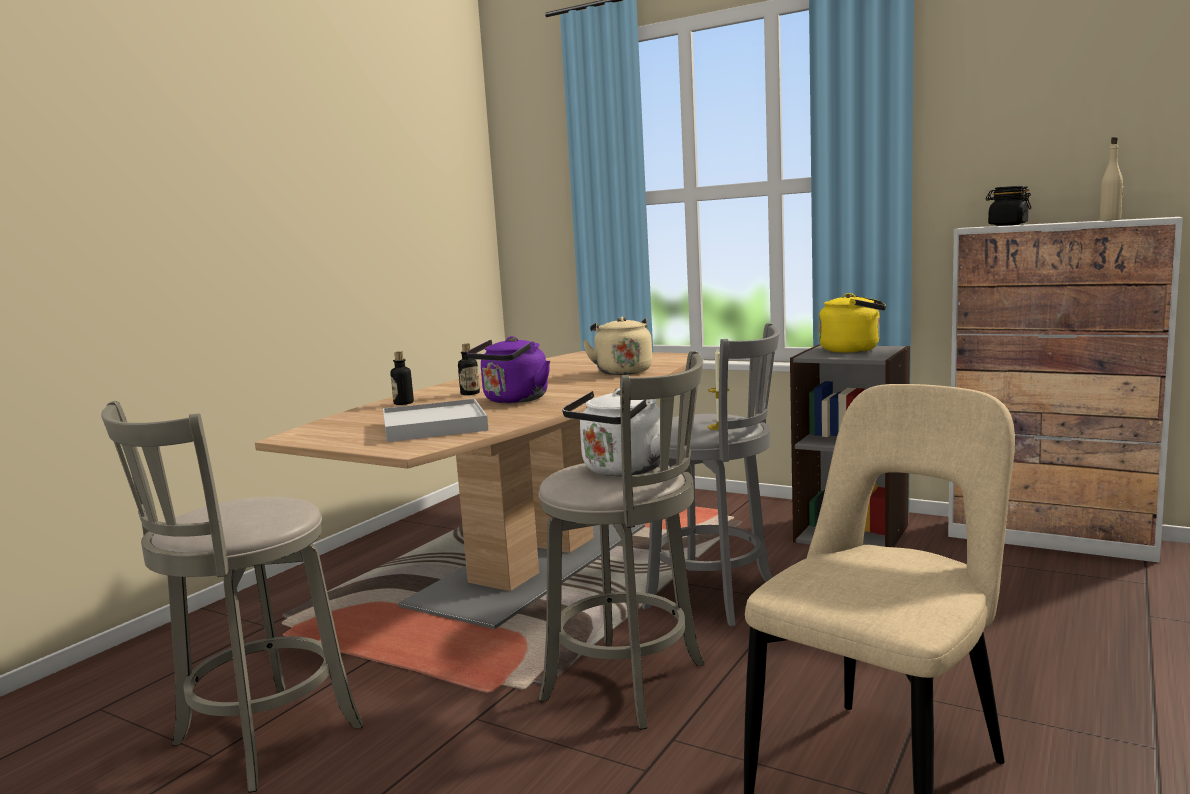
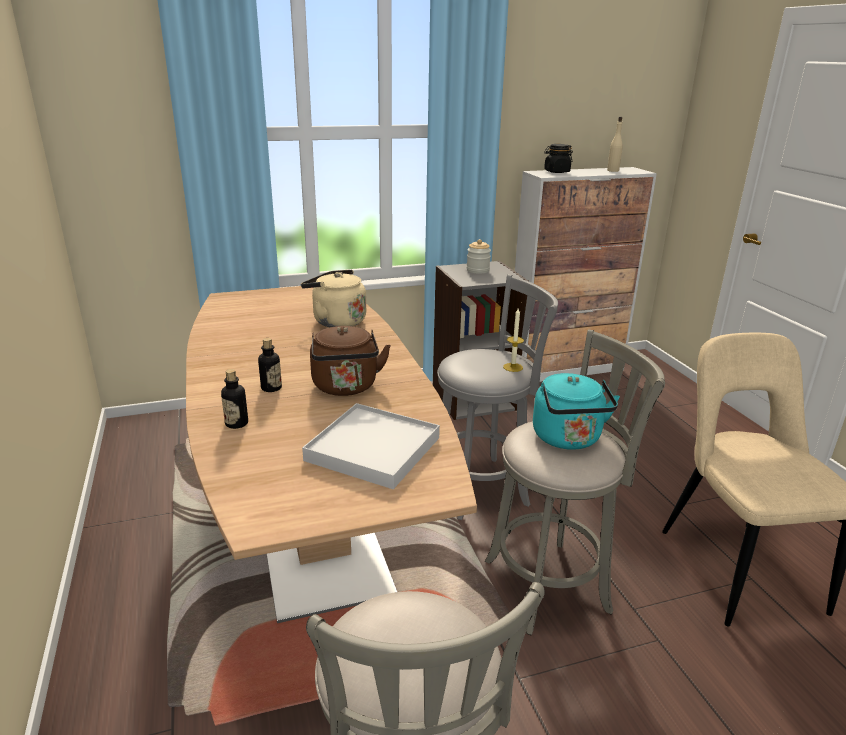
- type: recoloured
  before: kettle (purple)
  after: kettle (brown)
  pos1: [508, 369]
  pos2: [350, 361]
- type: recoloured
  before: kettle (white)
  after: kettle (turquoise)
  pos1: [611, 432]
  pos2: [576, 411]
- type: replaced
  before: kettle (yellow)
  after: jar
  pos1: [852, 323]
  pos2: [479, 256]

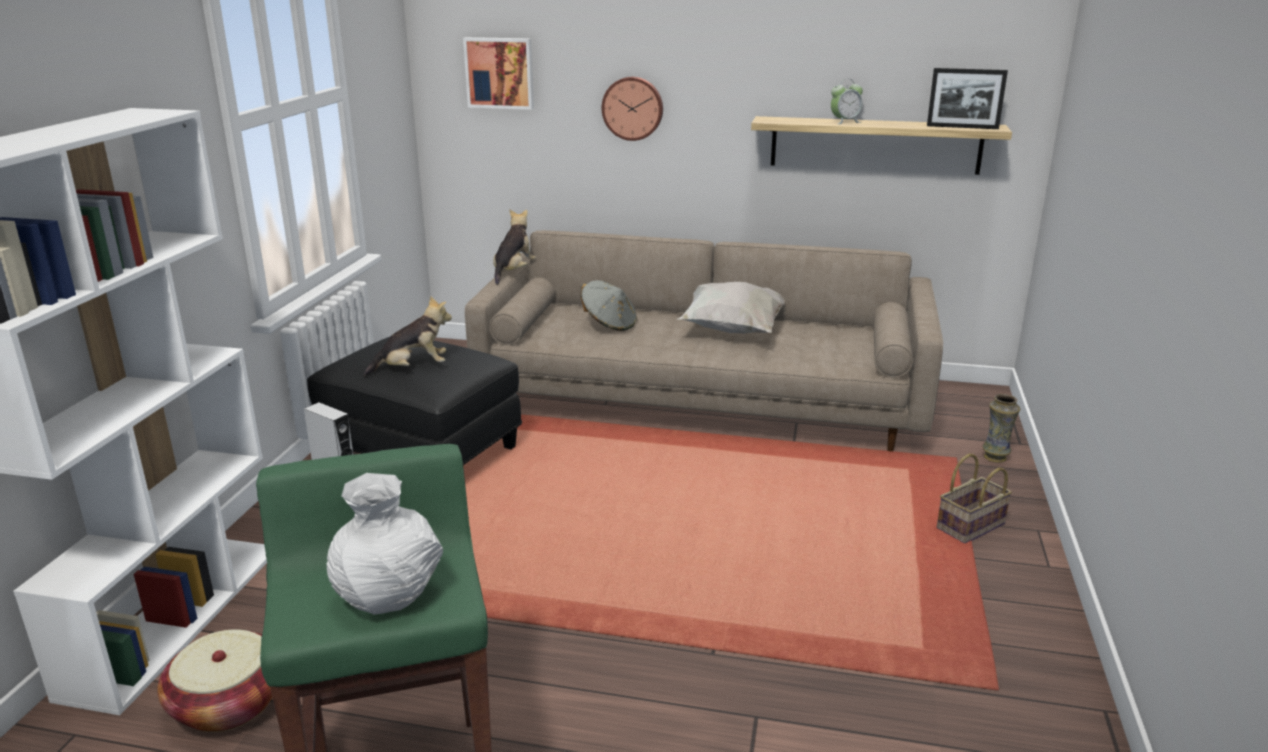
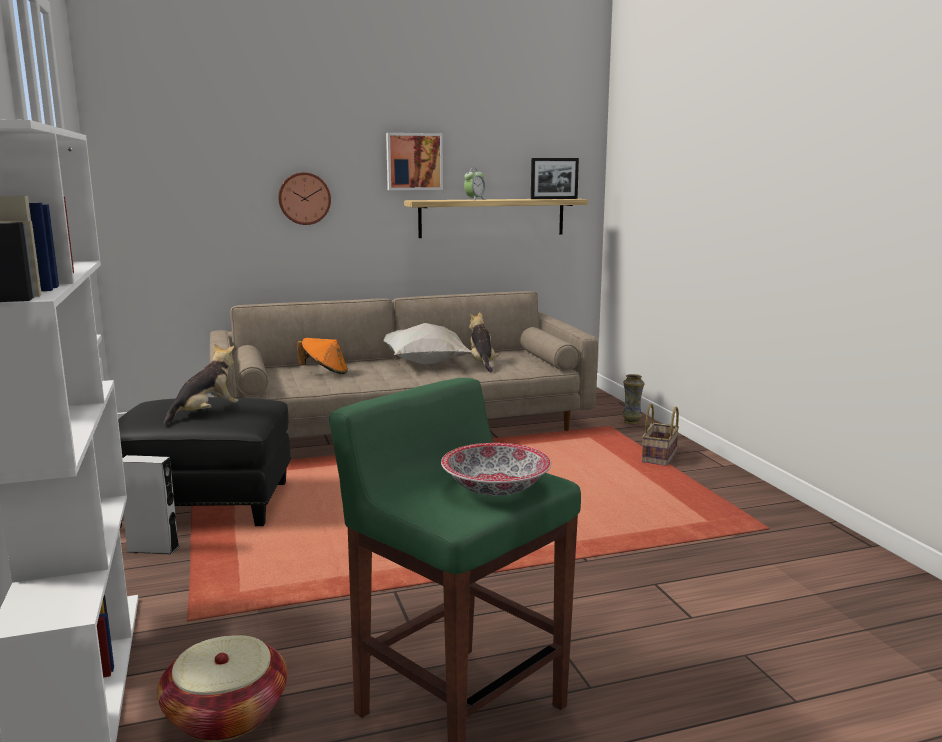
- type: replaced
  before: vase (white)
  after: bowl
  pos1: [385, 544]
  pos2: [496, 469]
- type: moved
  before: picture
  pos1: [498, 73]
  pos2: [414, 161]
- type: moved
  before: plush toy
  pos1: [514, 247]
  pos2: [484, 342]
- type: recoloured
  before: hat (grey)
  after: hat (orange)
  pos1: [609, 305]
  pos2: [322, 356]

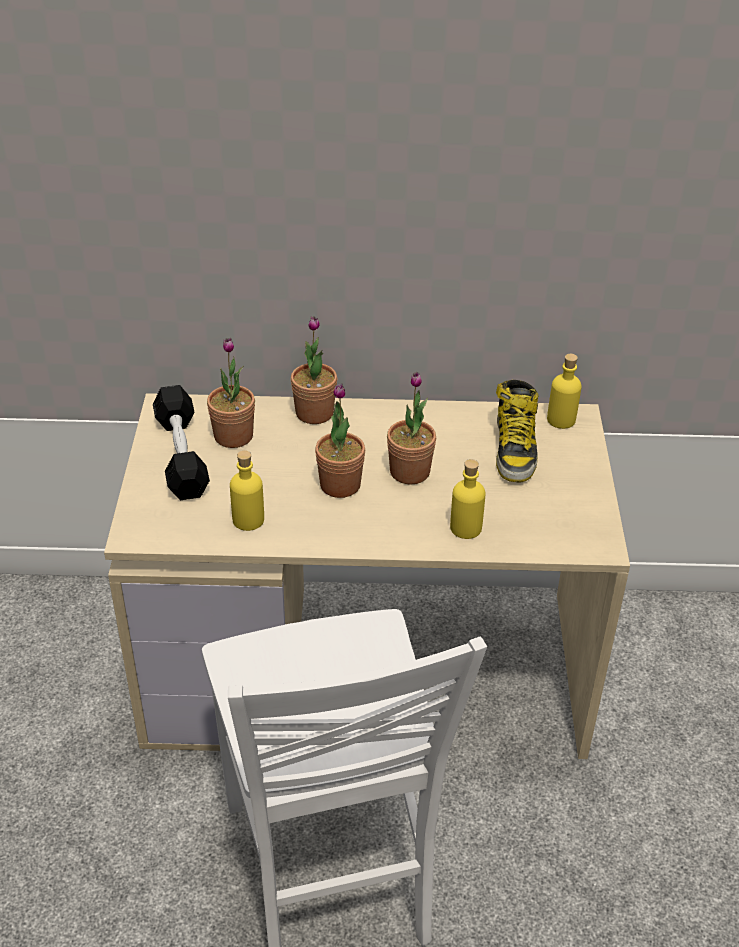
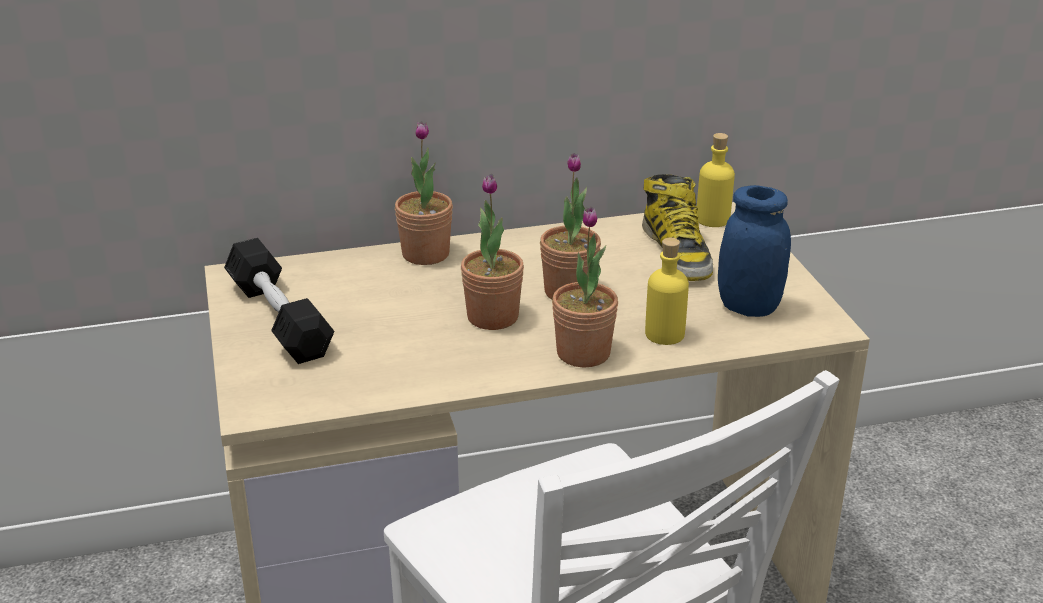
- type: moved
  before: potted plant
  pos1: [231, 393]
  pos2: [585, 287]
- type: removed
  before: bottle (yellow)
  pos1: [247, 490]
- type: added
  after: jar (blue)
  pos2: [754, 251]

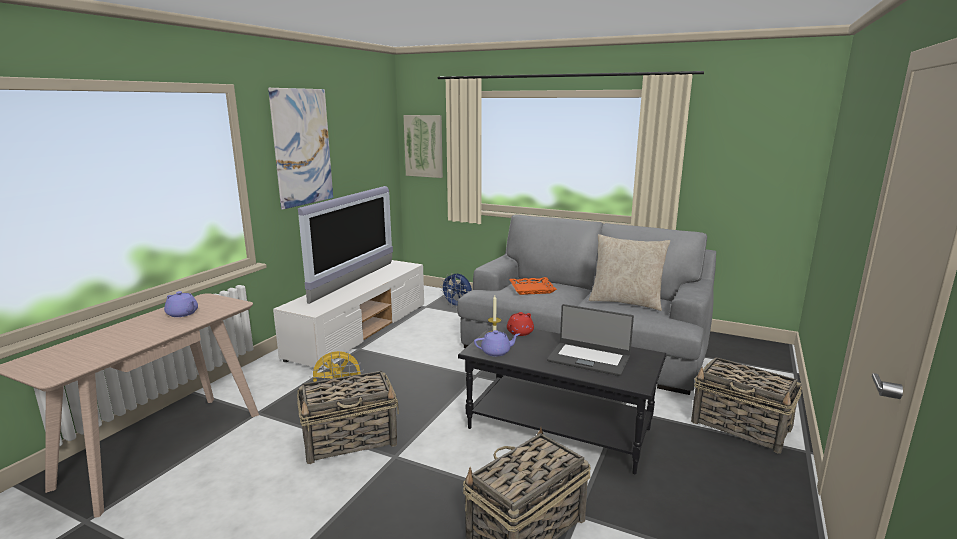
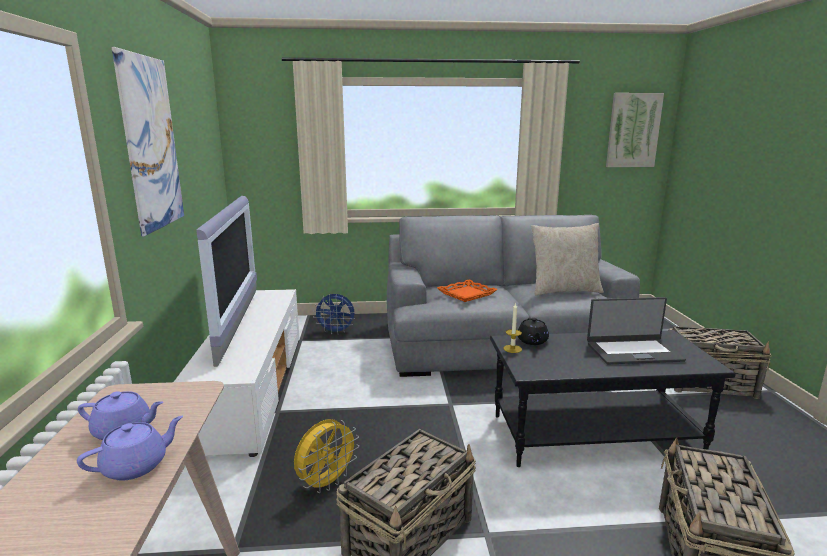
- type: moved
  before: picture
  pos1: [423, 146]
  pos2: [635, 130]
- type: moved
  before: teapot (purple)
  pos1: [497, 343]
  pos2: [130, 448]
- type: recoloured
  before: teapot (red)
  after: teapot (black)
  pos1: [520, 324]
  pos2: [533, 331]

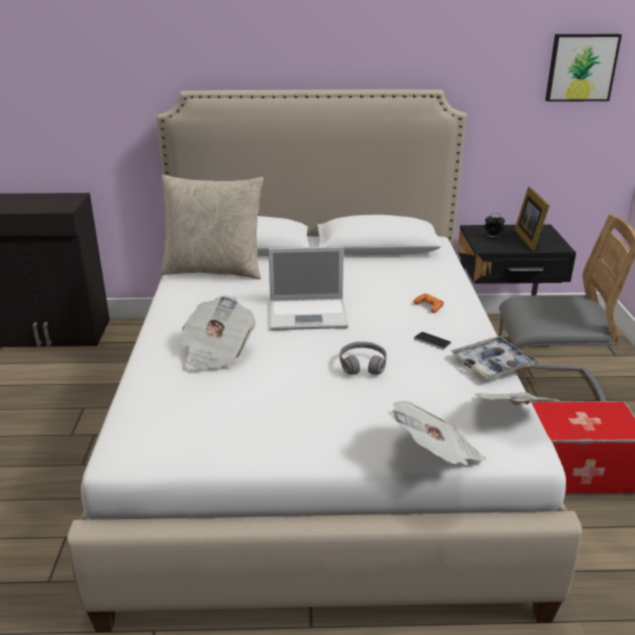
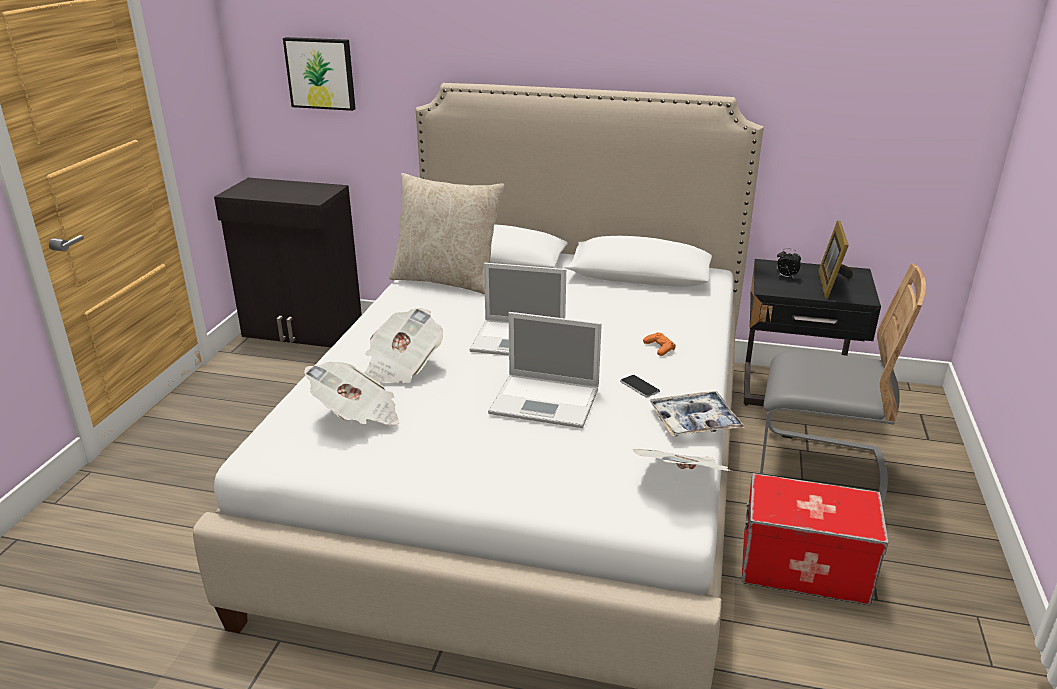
- type: replaced
  before: headphones (grey)
  after: laptop
  pos1: [363, 358]
  pos2: [545, 370]
- type: moved
  before: newspaper
  pos1: [437, 433]
  pos2: [351, 394]
- type: moved
  before: picture
  pos1: [583, 68]
  pos2: [319, 74]

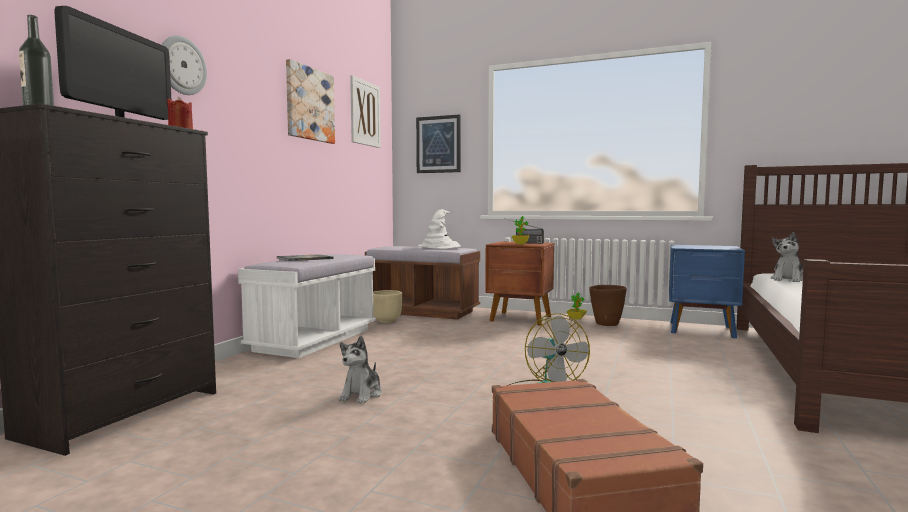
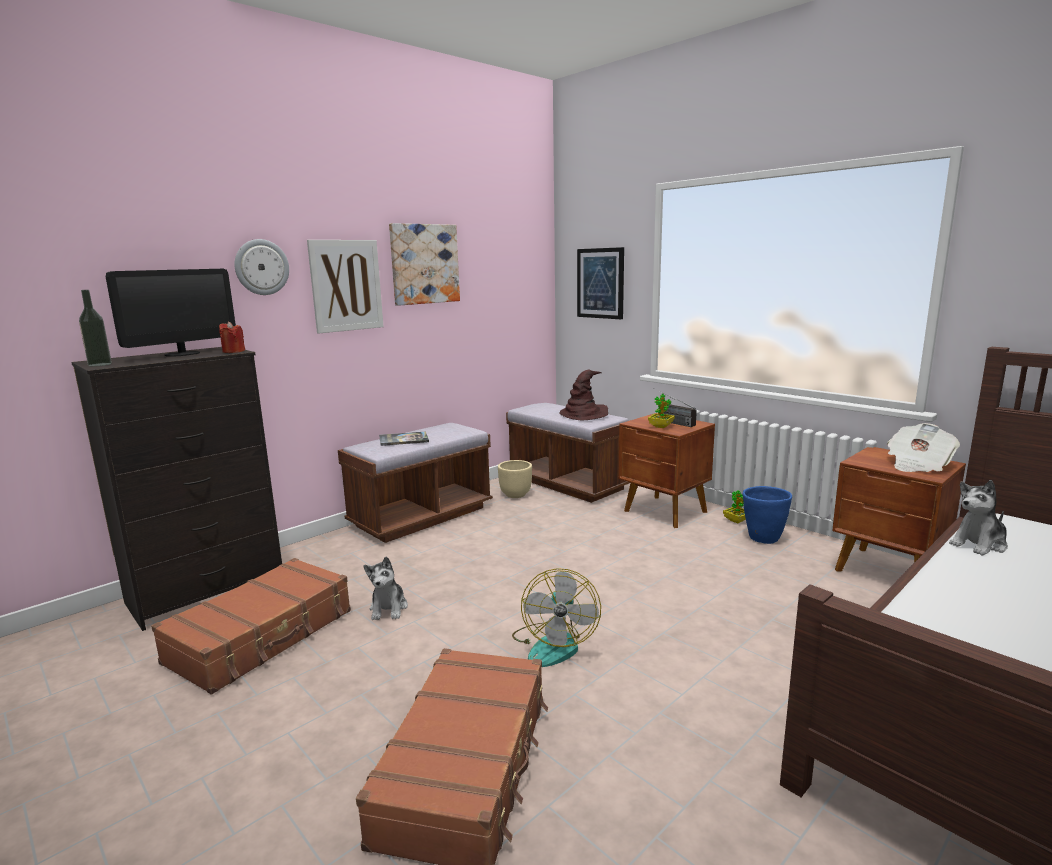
- type: recoloured
  before: bench (white)
  after: bench (brown)
  pos1: [307, 306]
  pos2: [415, 483]
- type: turned
  before: plush toy
  pos1: [360, 370]
  pos2: [386, 588]
  turn: -45
- type: moved
  before: picture
  pos1: [365, 111]
  pos2: [345, 287]
- type: recoloured
  before: hat (white)
  after: hat (brown)
  pos1: [439, 229]
  pos2: [583, 395]
- type: recoloured
  before: planter (brown)
  after: planter (blue)
  pos1: [608, 305]
  pos2: [767, 515]
- type: recoloured
  before: nightstand (blue)
  after: nightstand (brown)
  pos1: [707, 291]
  pos2: [899, 509]
- type: added
  after: suitcase (brown)
  pos2: [251, 626]
- type: added
  after: newspaper
  pos2: [923, 447]

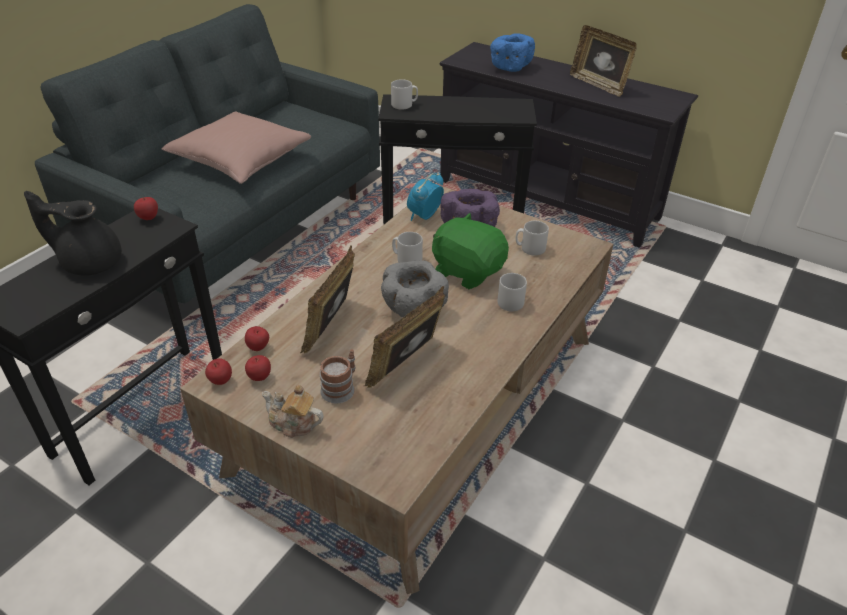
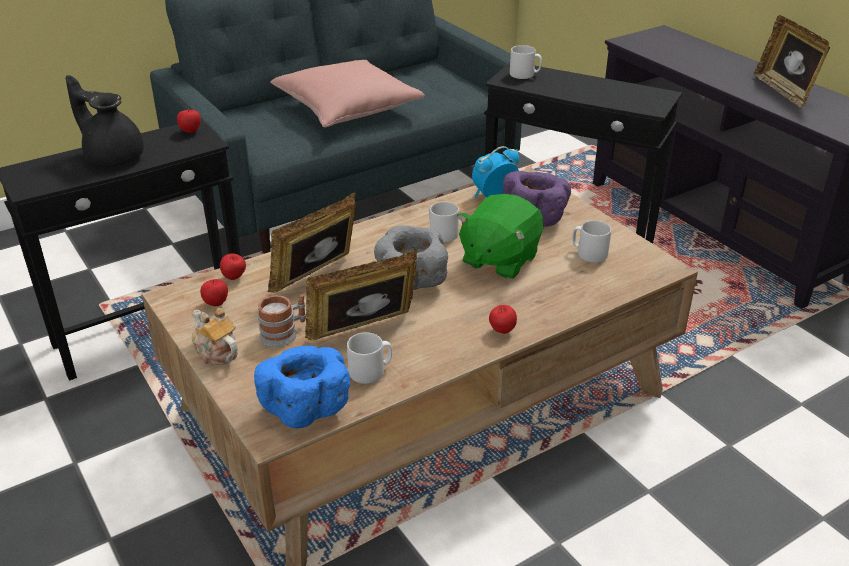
- type: moved
  before: apple
  pos1: [218, 372]
  pos2: [503, 319]
- type: turned
  before: plush toy (green)
  pos1: [470, 251]
  pos2: [500, 236]
  turn: -120
- type: moved
  before: bowl (blue)
  pos1: [512, 52]
  pos2: [302, 387]
- type: moved
  before: mug (grey)
  pos1: [512, 292]
  pos2: [369, 358]

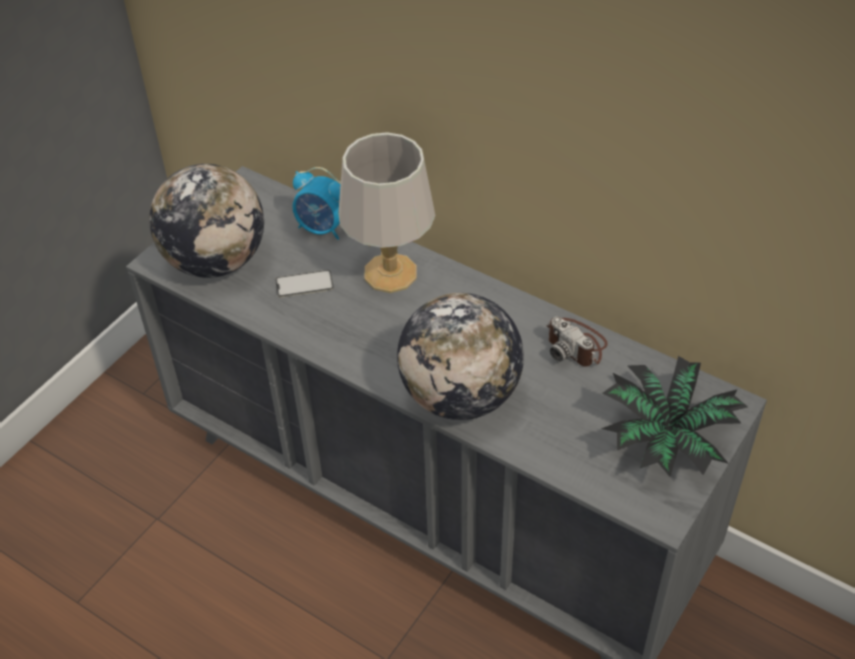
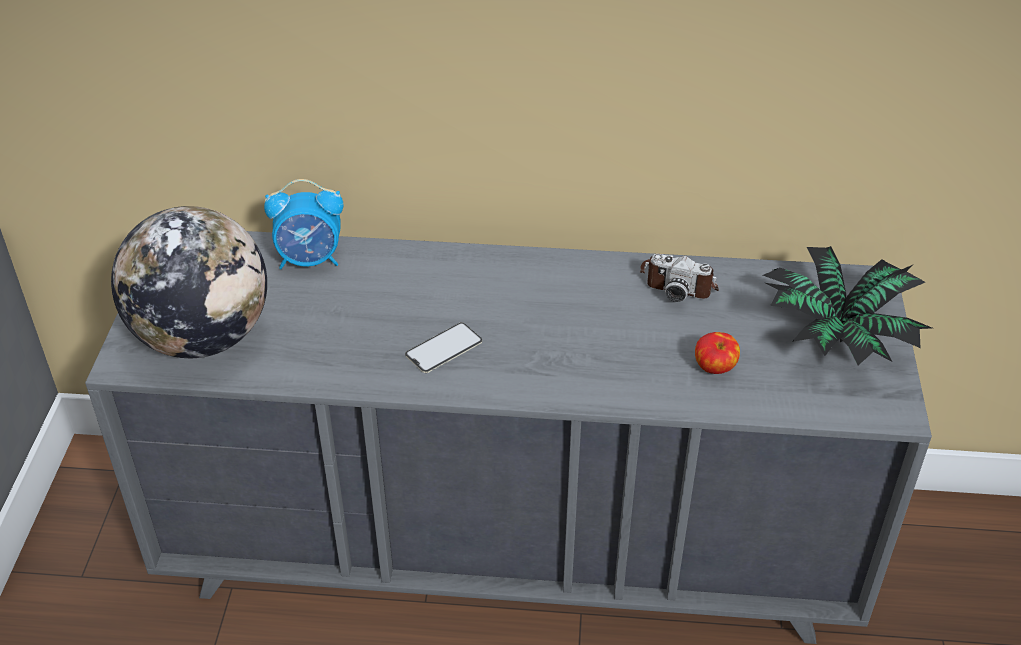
- type: moved
  before: phone
  pos1: [304, 284]
  pos2: [443, 347]
- type: removed
  before: table lamp (grey)
  pos1: [386, 212]
- type: removed
  before: globe
  pos1: [460, 356]
- type: added
  after: apple
  pos2: [717, 353]

